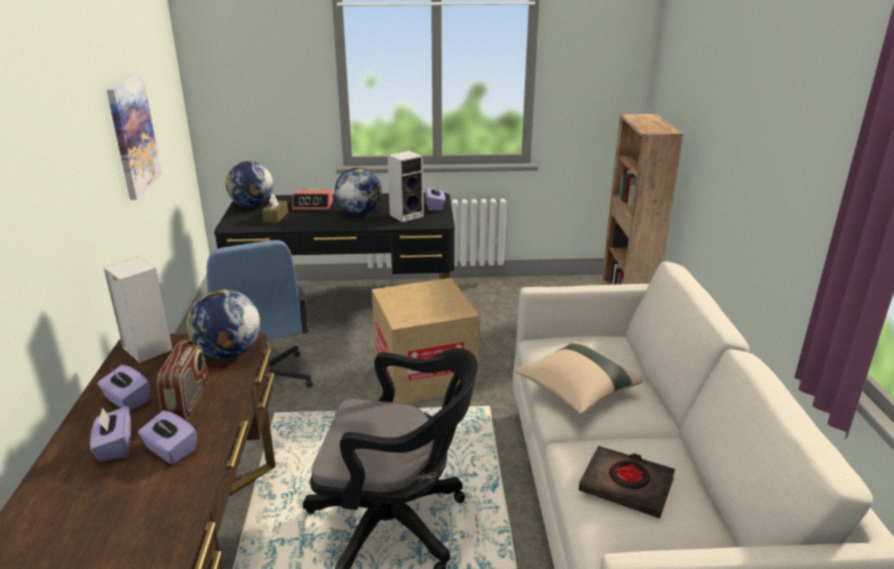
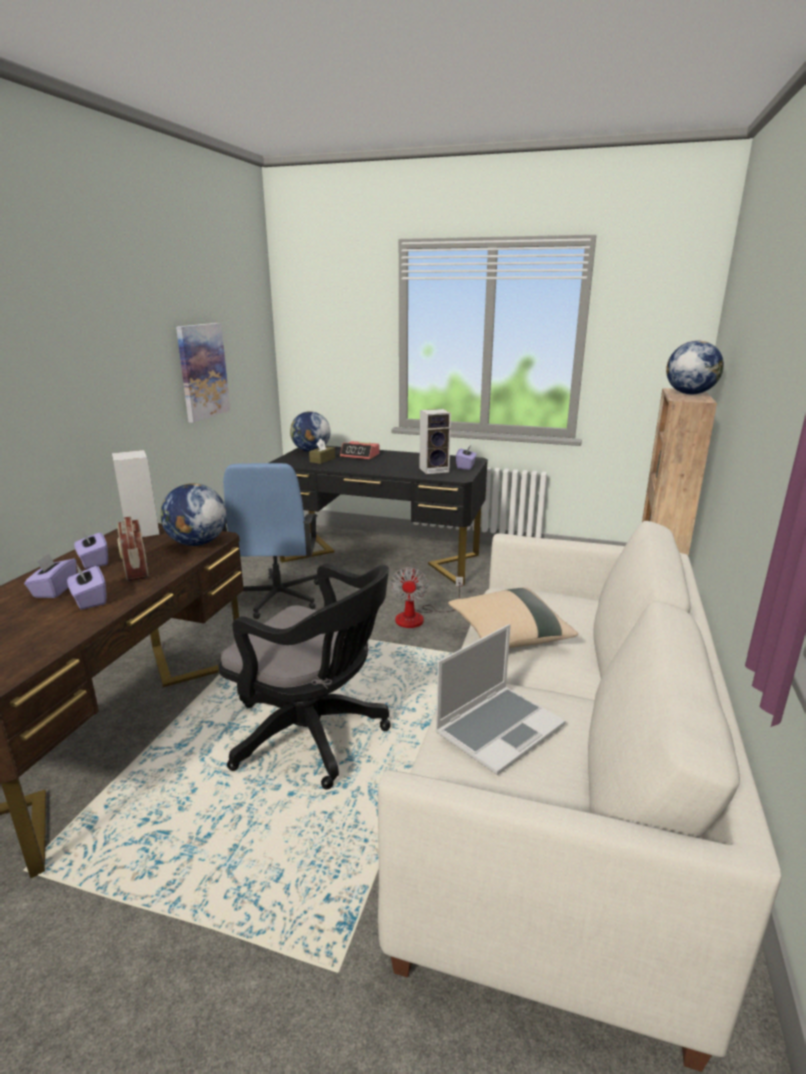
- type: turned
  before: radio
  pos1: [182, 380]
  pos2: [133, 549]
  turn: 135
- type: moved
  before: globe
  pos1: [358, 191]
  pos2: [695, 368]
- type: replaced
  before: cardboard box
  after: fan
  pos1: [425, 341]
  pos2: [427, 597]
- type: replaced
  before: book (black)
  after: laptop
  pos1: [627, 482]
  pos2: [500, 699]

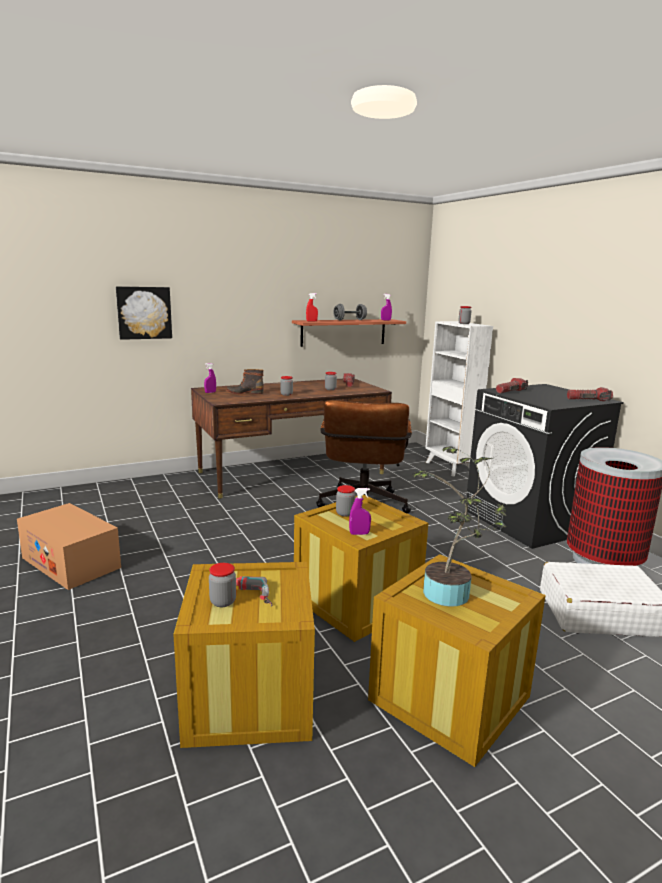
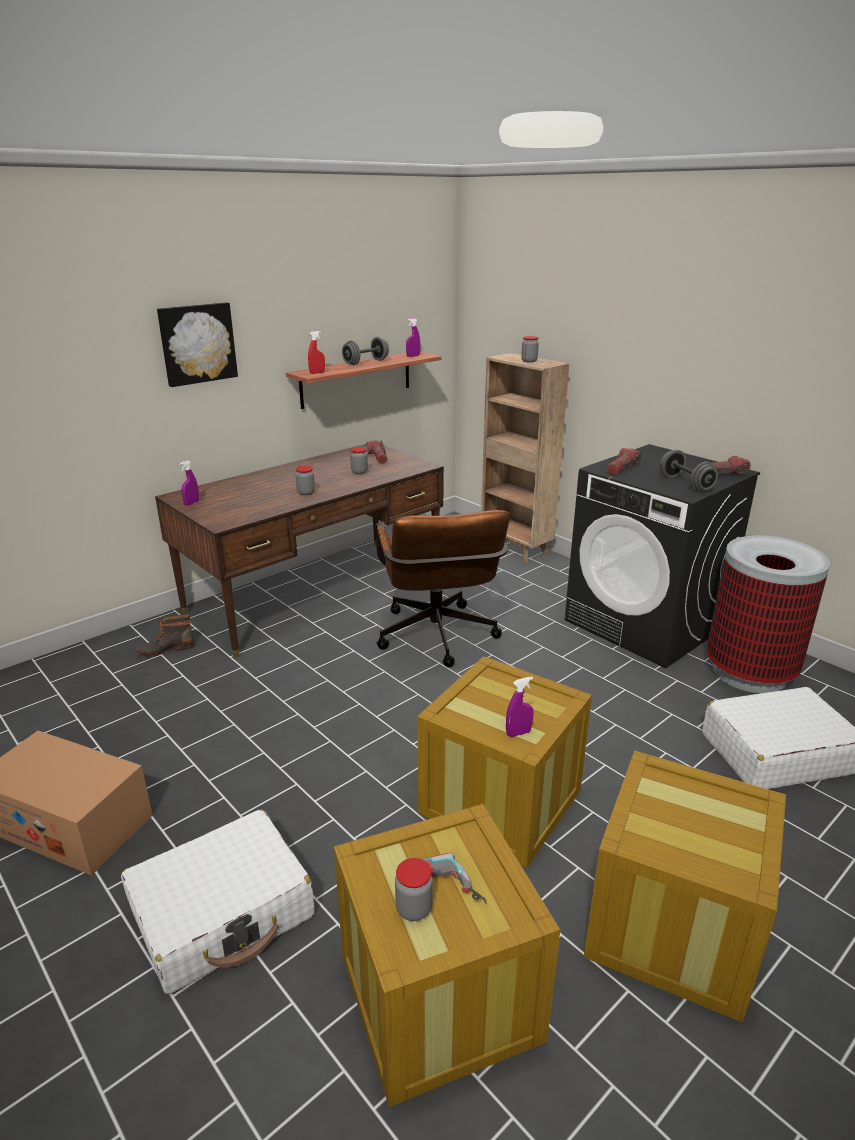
- type: moved
  before: picture
  pos1: [144, 313]
  pos2: [197, 344]
- type: moved
  before: boot
  pos1: [245, 381]
  pos2: [165, 635]
- type: removed
  before: jar
  pos1: [346, 501]
- type: removed
  before: potted plant
  pos1: [459, 527]
- type: recoloured
  before: bookcase (white)
  after: bookcase (brown)
  pos1: [459, 398]
  pos2: [525, 458]
- type: added
  after: suitcase (white)
  pos2: [218, 901]
- type: added
  after: dumbbell (grey)
  pos2: [689, 470]

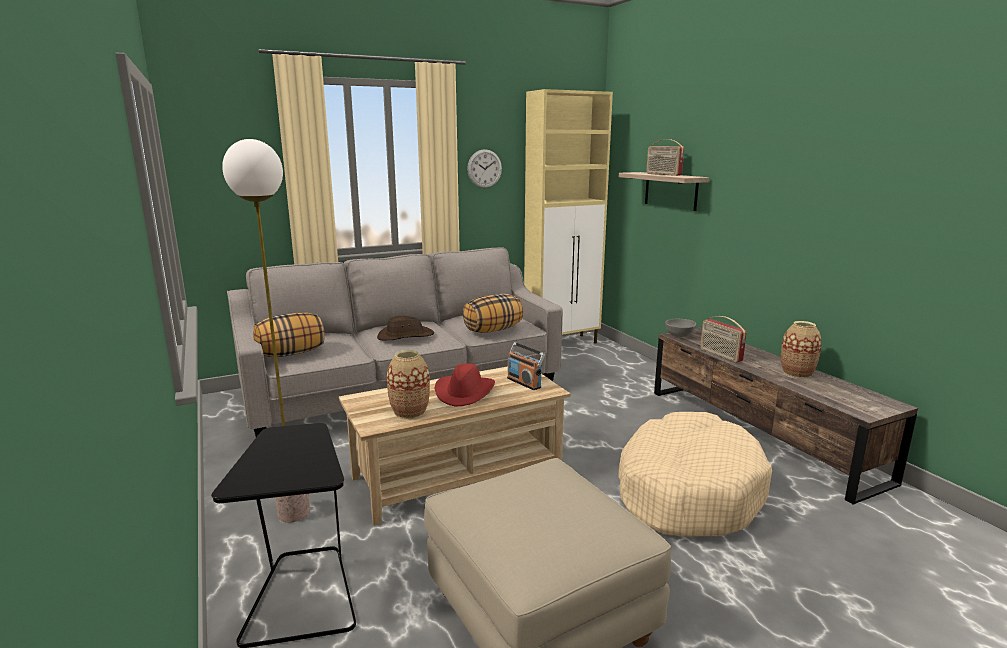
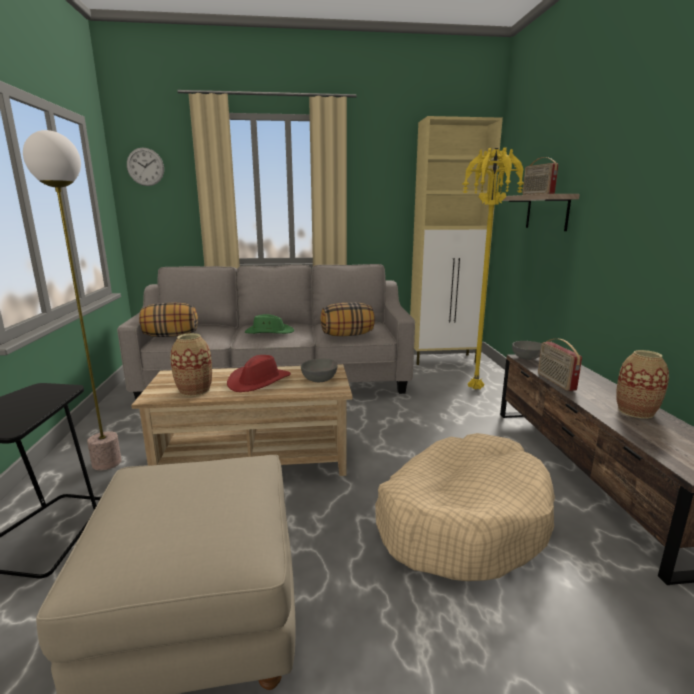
- type: recoloured
  before: hat (brown)
  after: hat (green)
  pos1: [405, 328]
  pos2: [269, 324]
- type: moved
  before: wall clock
  pos1: [484, 168]
  pos2: [145, 167]
- type: replaced
  before: radio
  after: bowl (grey)
  pos1: [526, 366]
  pos2: [319, 370]
- type: added
  after: floor lamp (yellow)
  pos2: [493, 268]

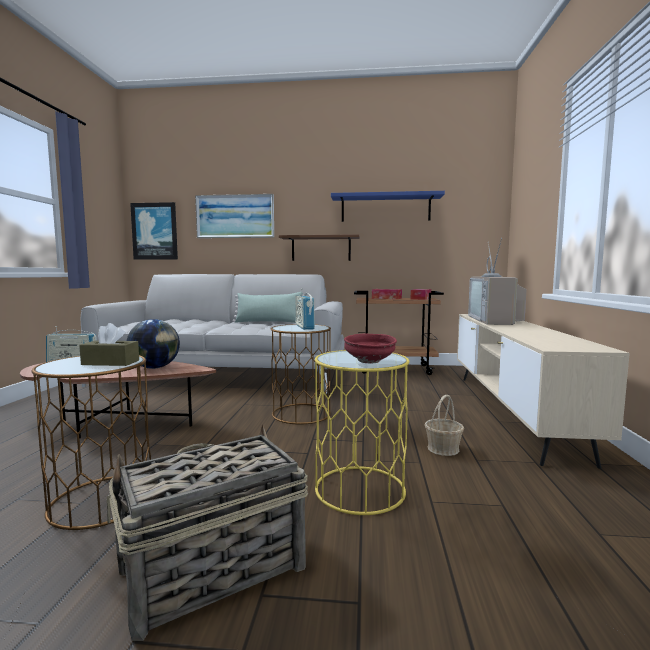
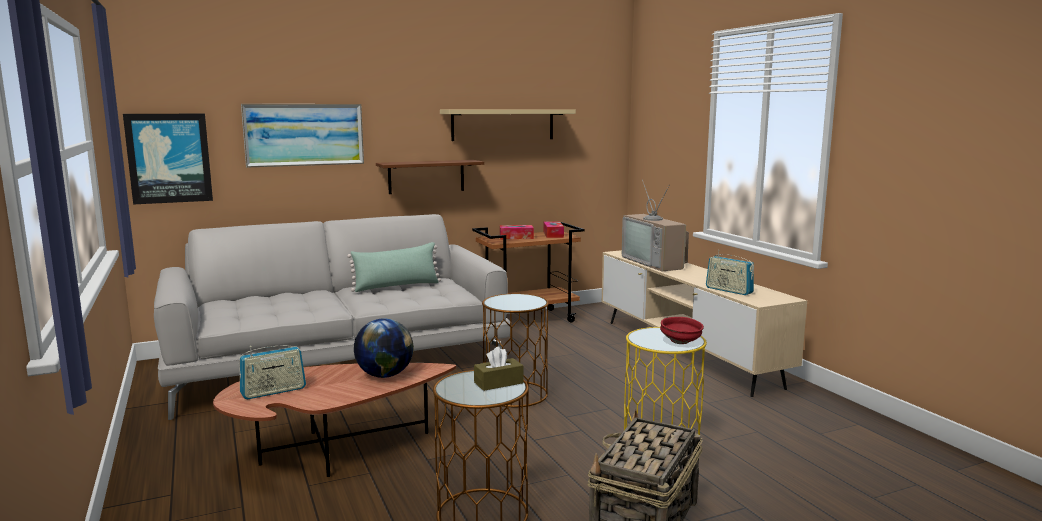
- type: moved
  before: radio
  pos1: [305, 311]
  pos2: [730, 272]
- type: recoloured
  before: shelf (blue)
  after: shelf (beige)
  pos1: [388, 206]
  pos2: [508, 125]
- type: removed
  before: basket
  pos1: [444, 425]

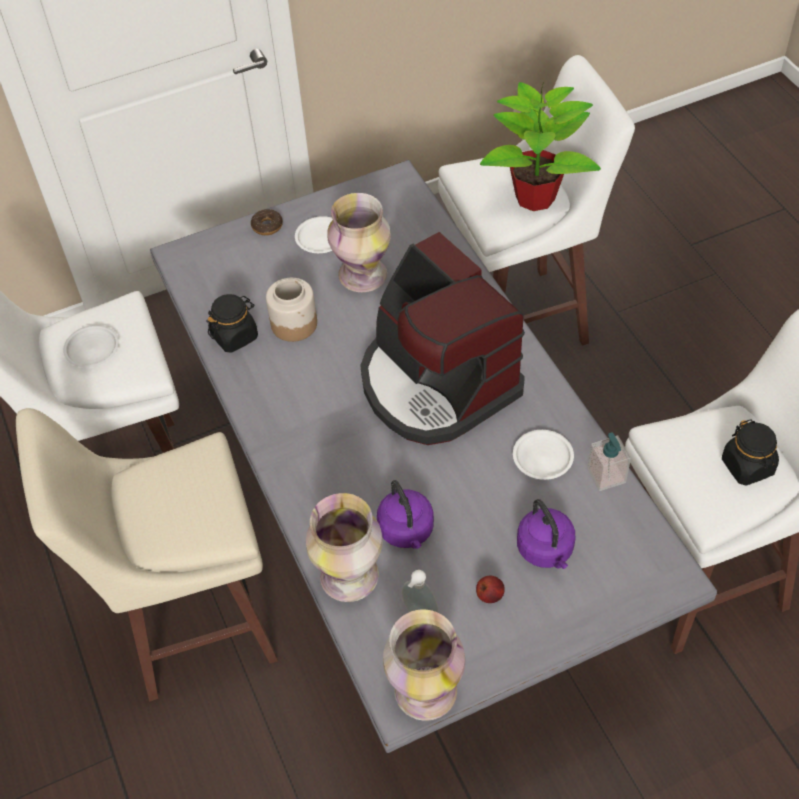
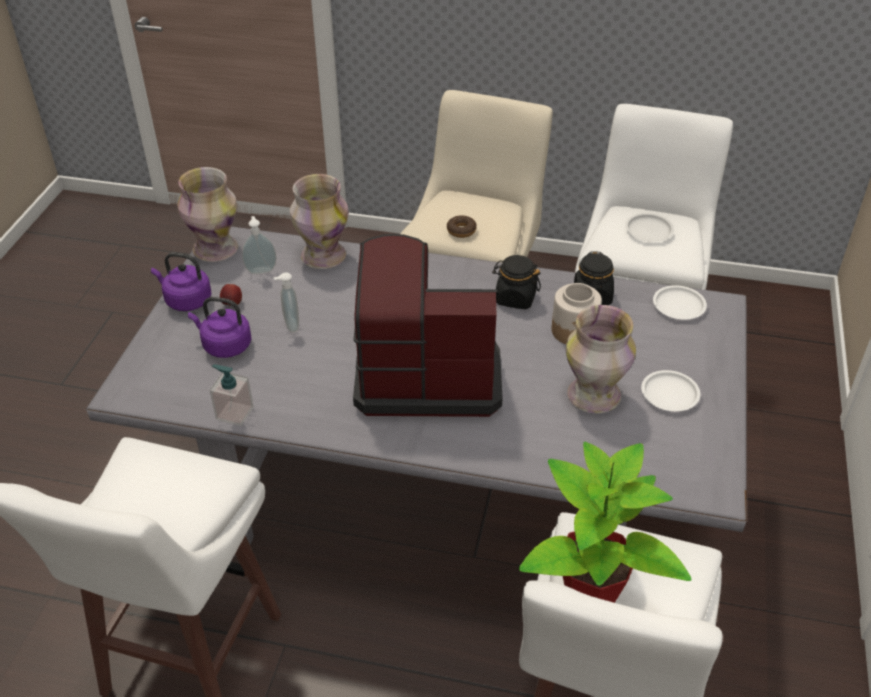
- type: moved
  before: donut
  pos1: [267, 222]
  pos2: [462, 226]
- type: moved
  before: kettle (purple)
  pos1: [405, 514]
  pos2: [181, 282]
- type: moved
  before: plate (white)
  pos1: [543, 455]
  pos2: [680, 302]
- type: moved
  before: jar (black)
  pos1: [750, 452]
  pos2: [516, 282]
- type: added
  after: soap dispenser
  pos2: [286, 302]

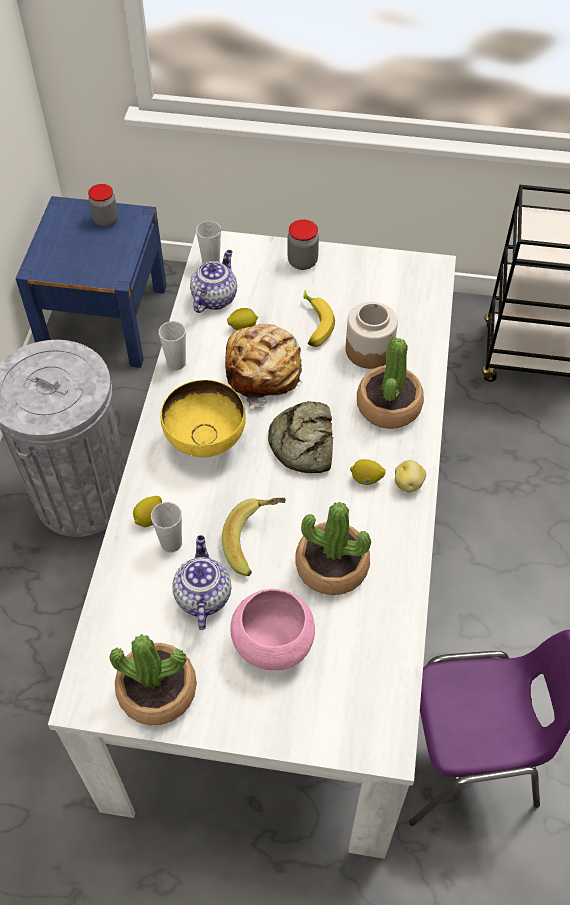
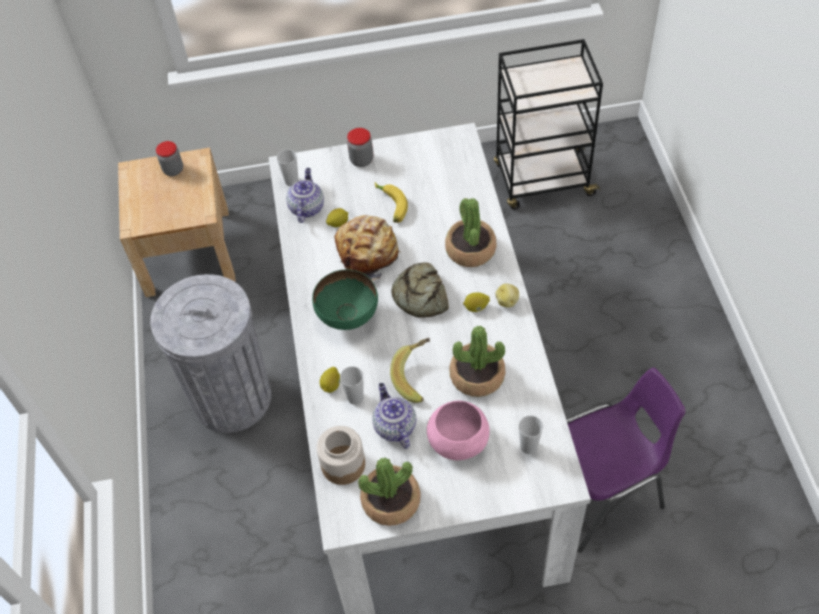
- type: recoloured
  before: nightstand (blue)
  after: nightstand (beige)
  pos1: [91, 282]
  pos2: [177, 222]
- type: moved
  before: cup
  pos1: [172, 345]
  pos2: [531, 434]
- type: recoloured
  before: bowl (yellow)
  after: bowl (green)
  pos1: [203, 418]
  pos2: [345, 299]
- type: moved
  before: jar
  pos1: [372, 335]
  pos2: [340, 455]

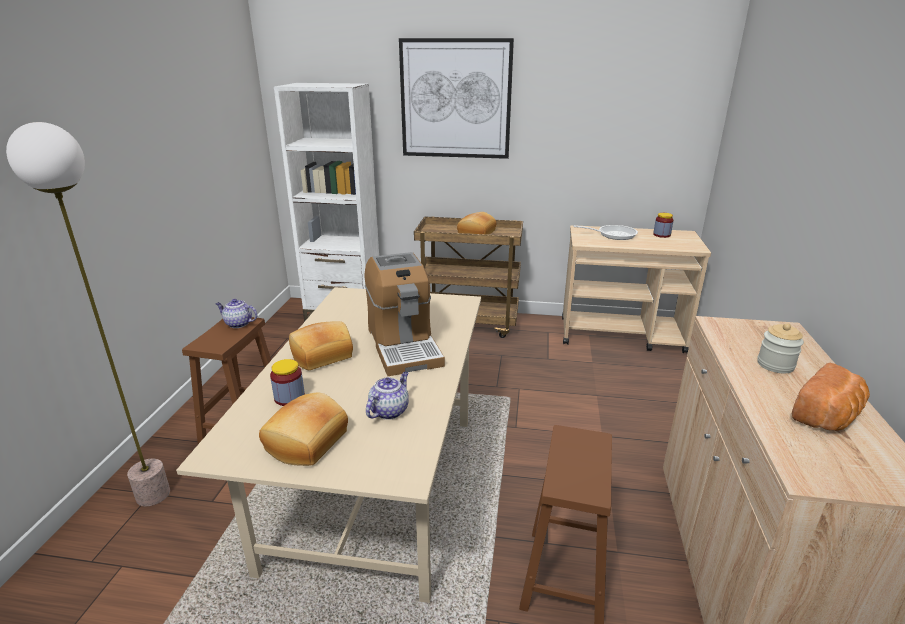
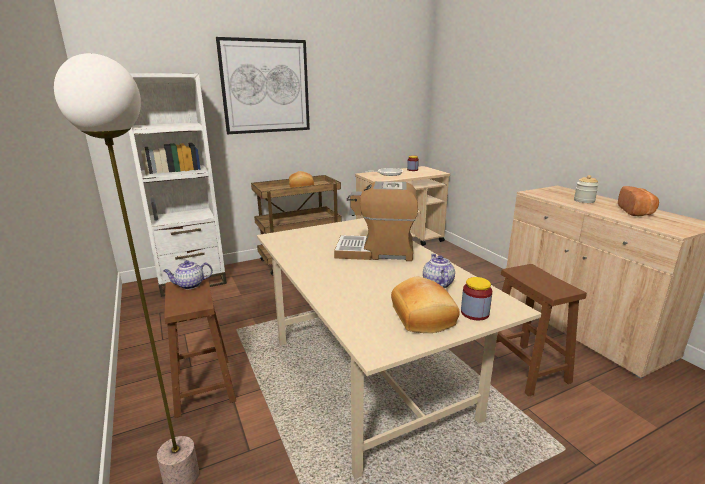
- type: moved
  before: jar
  pos1: [287, 382]
  pos2: [476, 298]
- type: removed
  before: bread
  pos1: [321, 345]
- type: turned
  before: coffee machine
  pos1: [405, 314]
  pos2: [376, 221]
  turn: 150

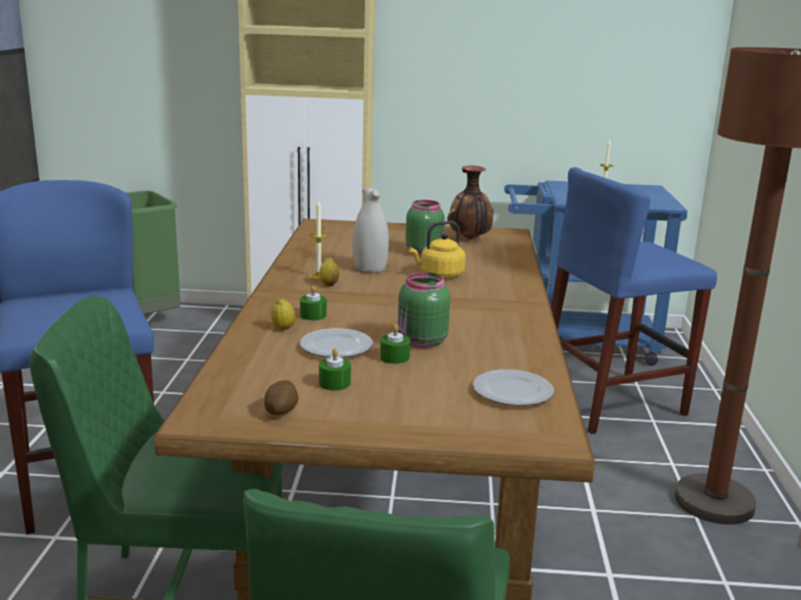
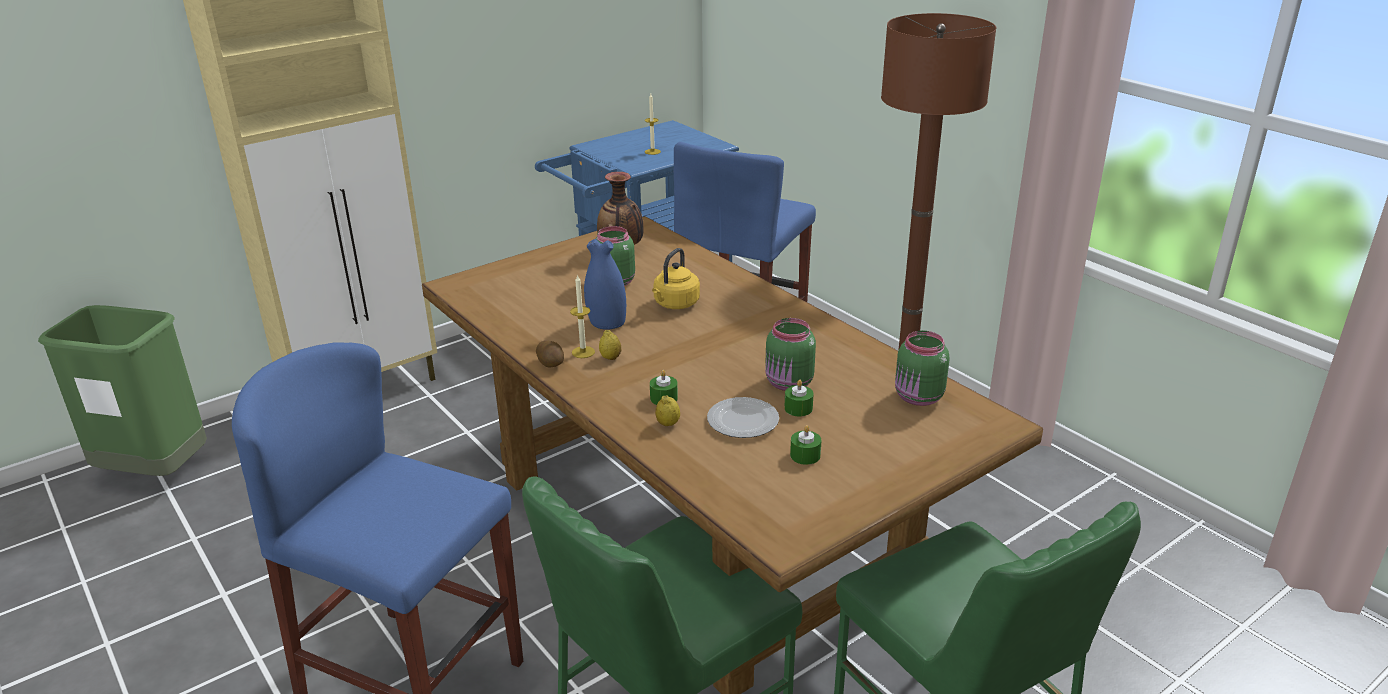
- type: moved
  before: potato
  pos1: [281, 397]
  pos2: [550, 354]
- type: recoloured
  before: vase (white)
  after: vase (blue)
  pos1: [370, 230]
  pos2: [605, 284]
- type: replaced
  before: plate
  after: jar (green)
  pos1: [513, 387]
  pos2: [922, 368]

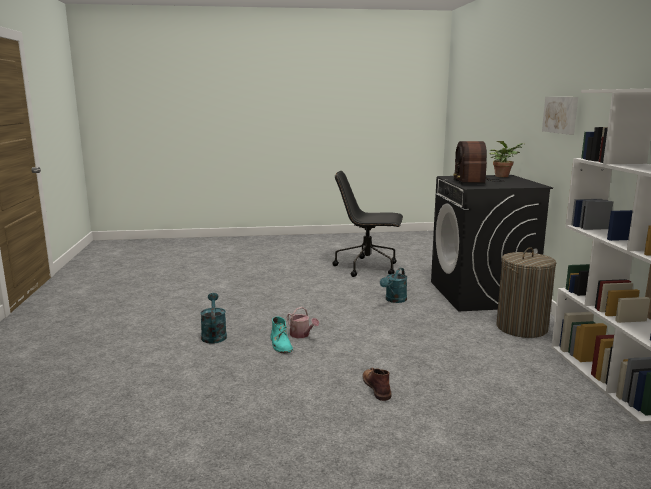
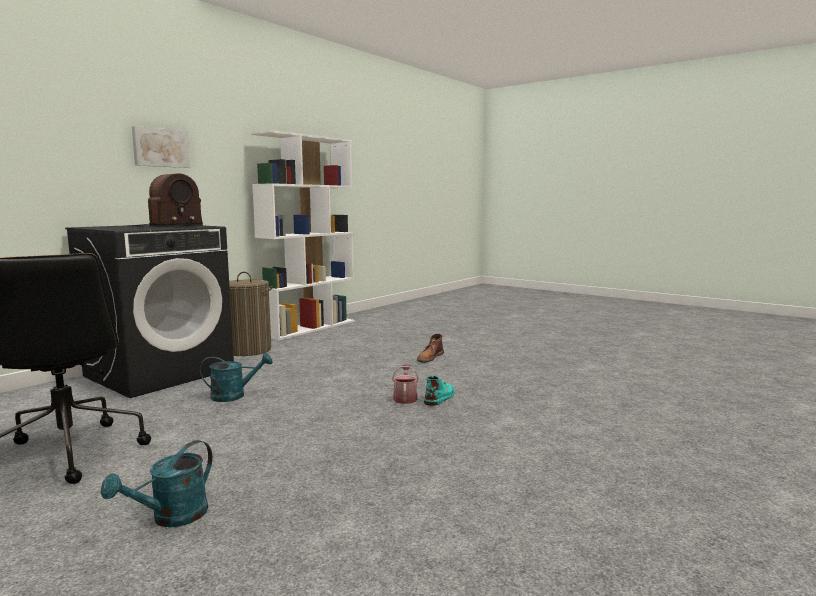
- type: moved
  before: watering can (turquoise)
  pos1: [213, 318]
  pos2: [156, 483]
- type: removed
  before: potted plant
  pos1: [506, 159]

